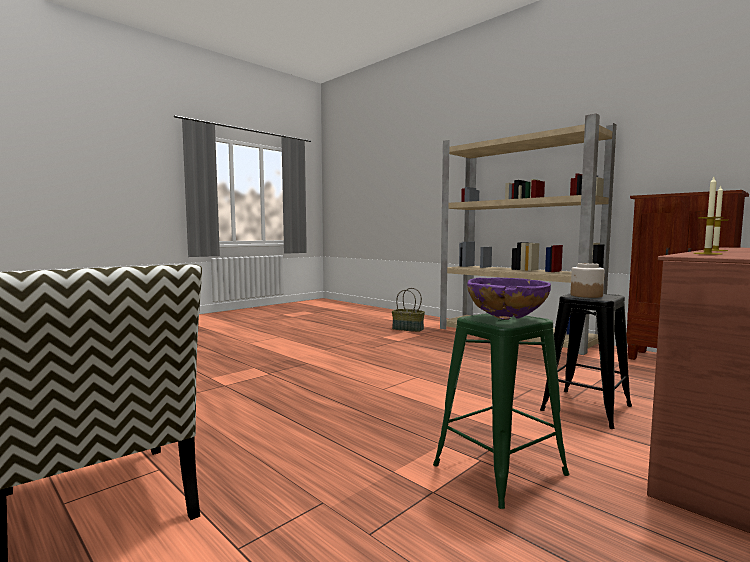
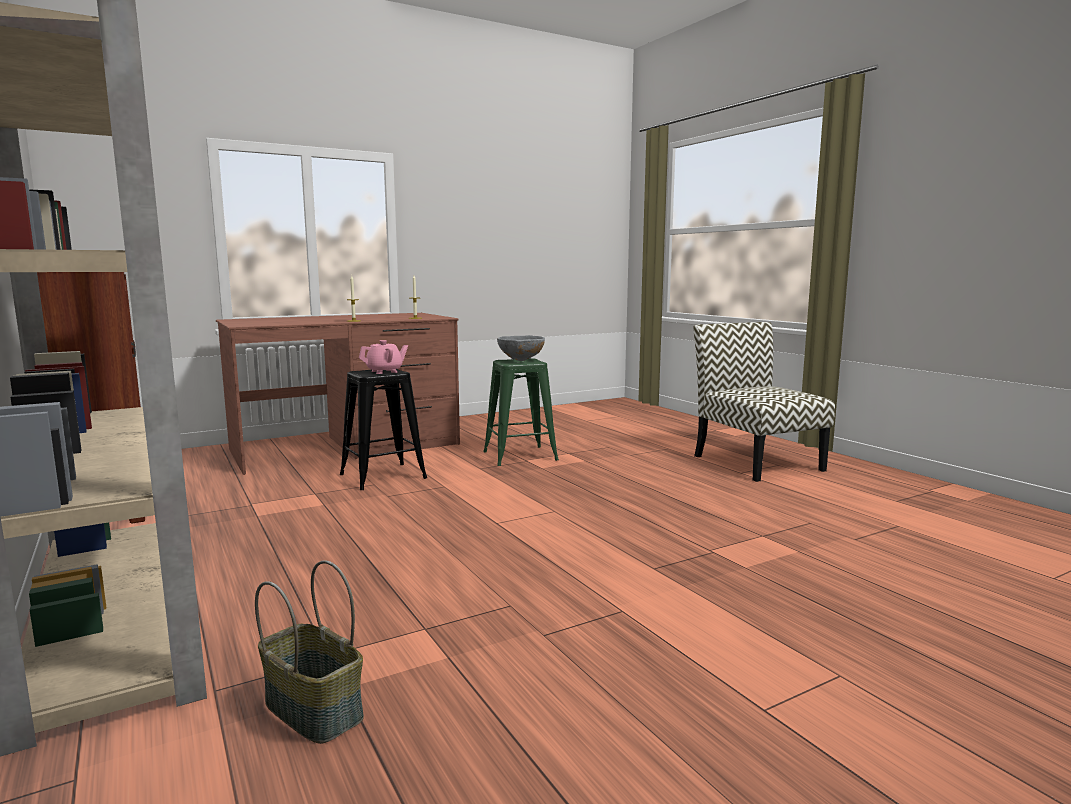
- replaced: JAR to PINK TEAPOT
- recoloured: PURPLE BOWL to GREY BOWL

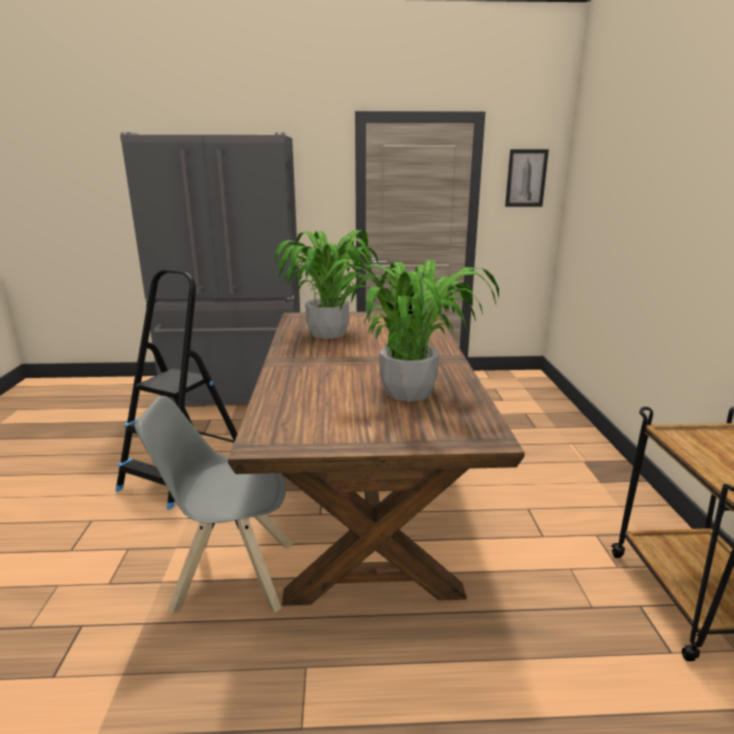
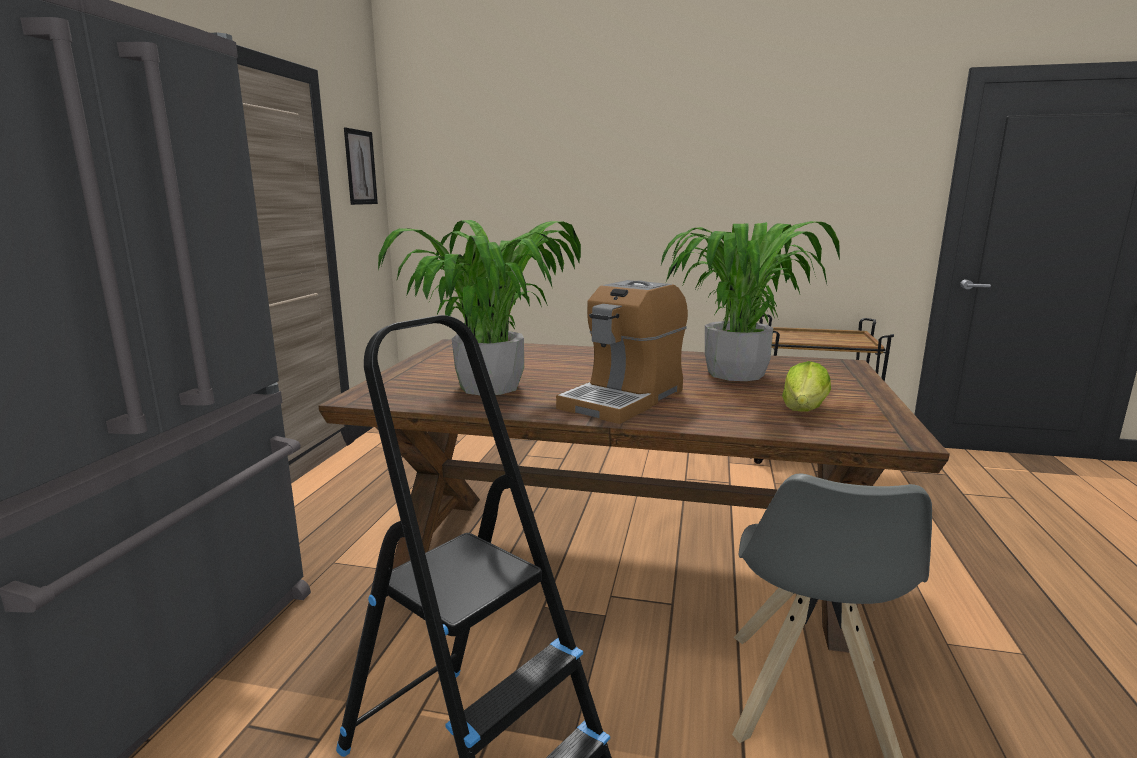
- added: COFFEE MACHINE
- added: LETTUCE

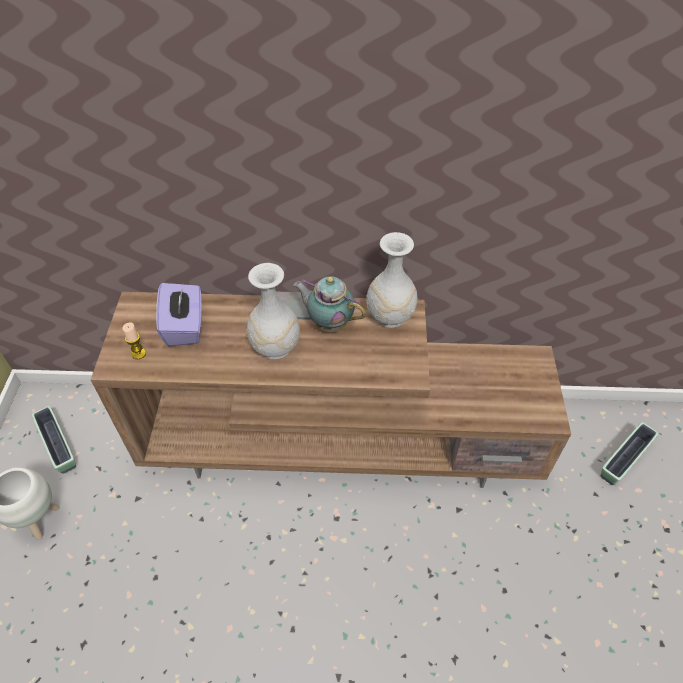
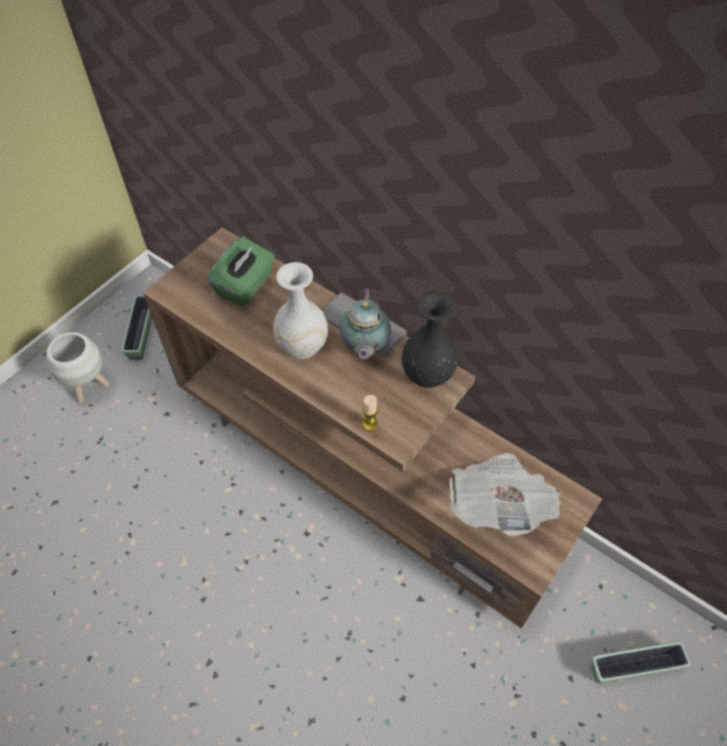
- recoloured: WHITE VASE (2nd from left) to BLACK VASE
- turned: TEAPOT 150 degrees counterclockwise
- recoloured: PURPLE TISSUE BOX to GREEN TISSUE BOX
- moved: CANDLE
- added: NEWSPAPER

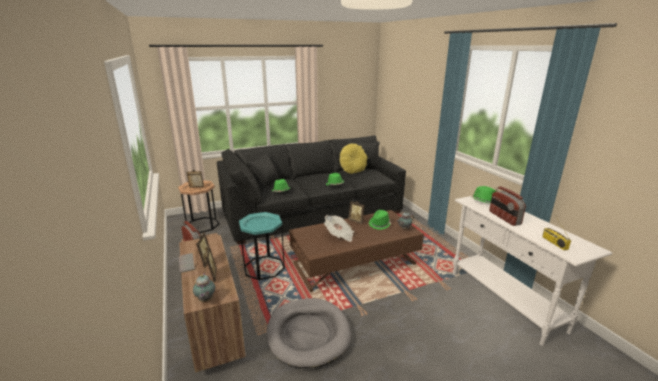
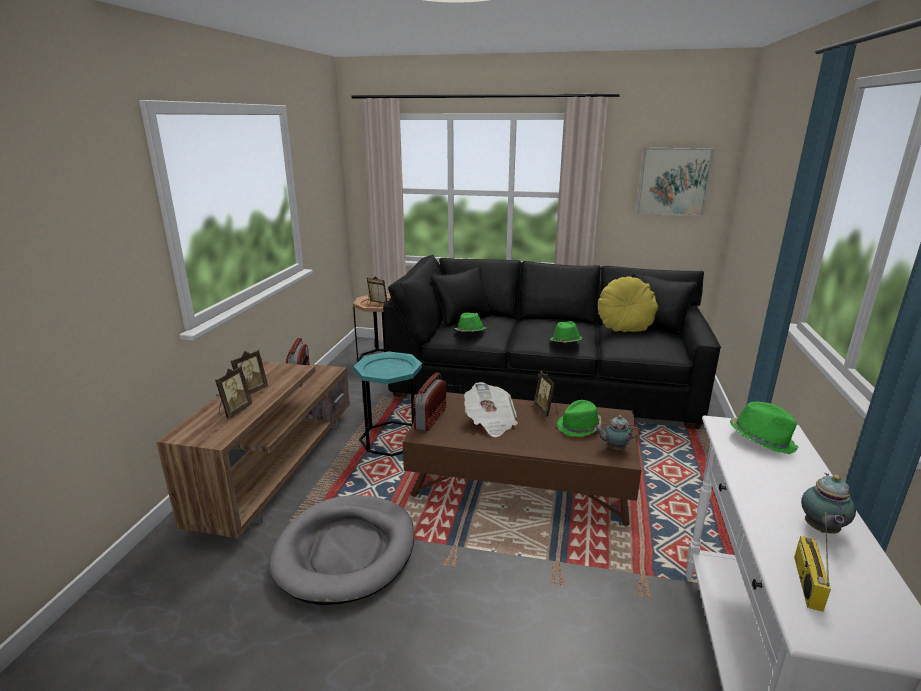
- moved: RADIO (2nd from left)
- moved: TEAPOT (1st from left in the first image) to TEAPOT (2nd from left)
- added: PICTURE

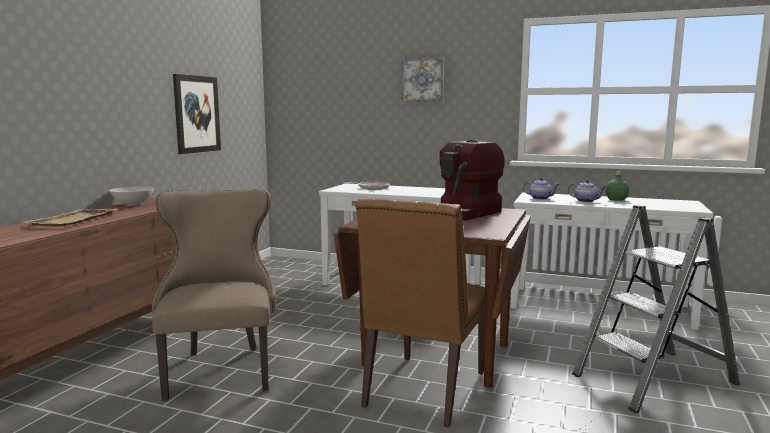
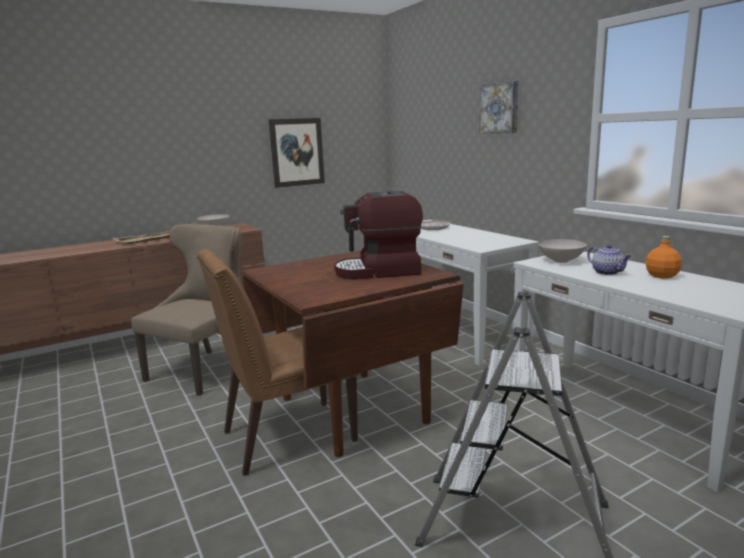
- recoloured: GREEN BOTTLE to ORANGE BOTTLE
- replaced: TEAPOT (1st from left) to WHITE BOWL (2nd from left)

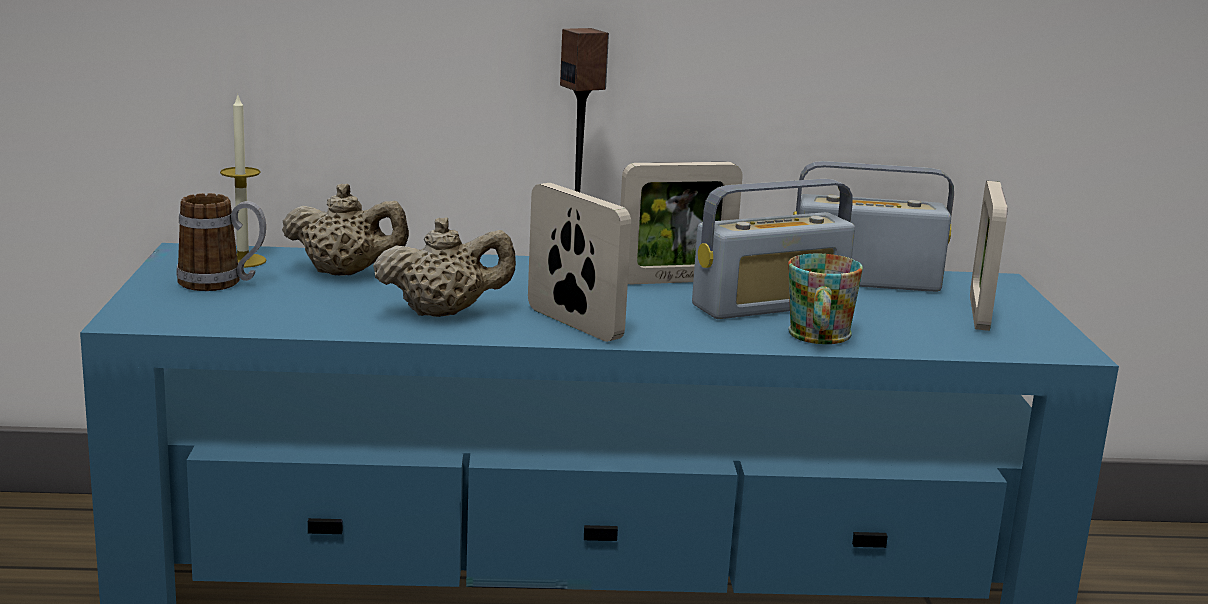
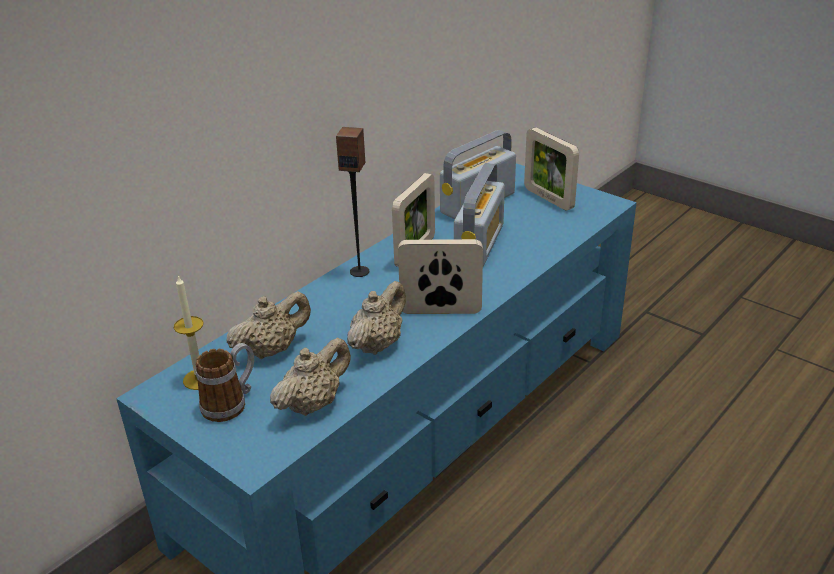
- removed: MUG (2nd from left)
- added: BEIGE TEAPOT (2nd from left)

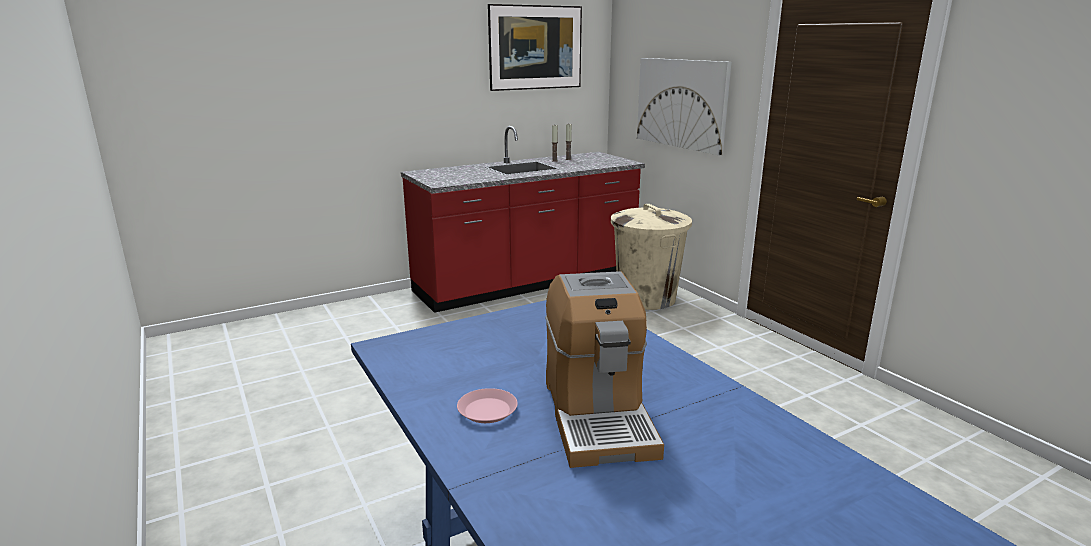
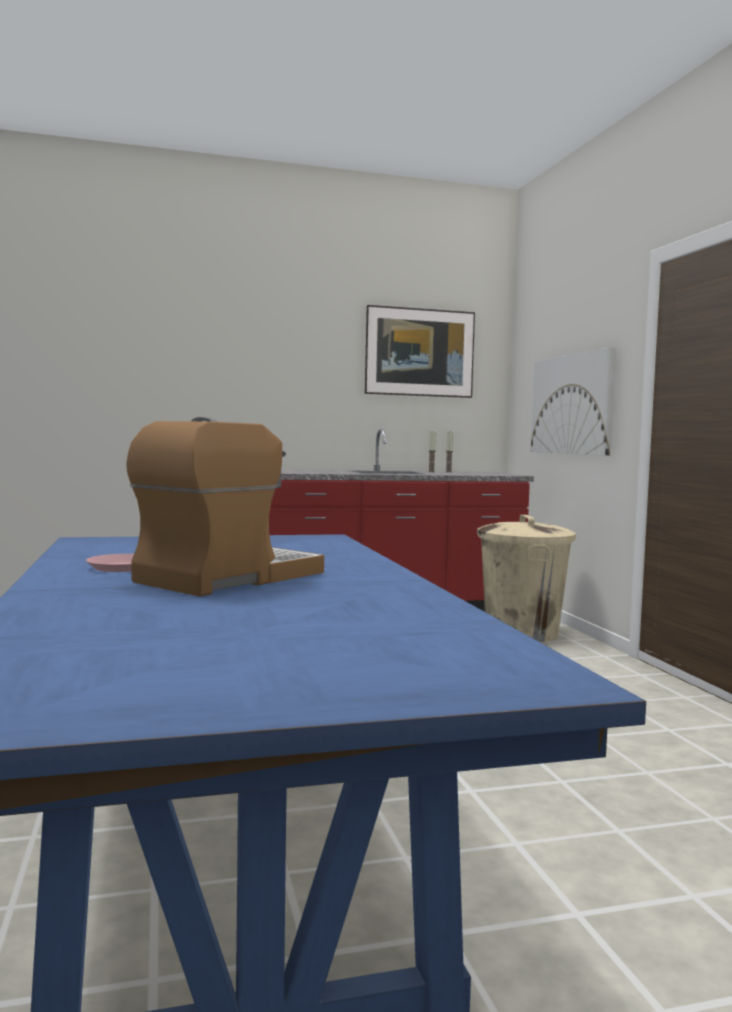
- turned: COFFEE MACHINE 150 degrees counterclockwise

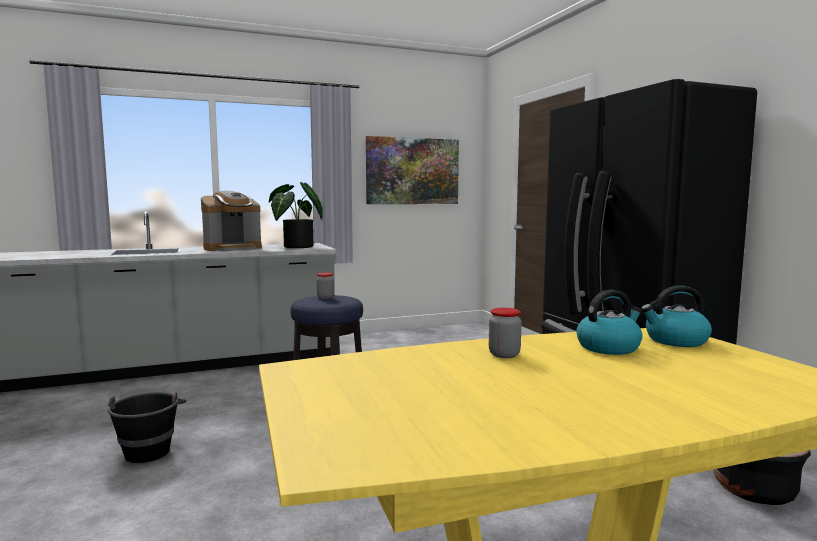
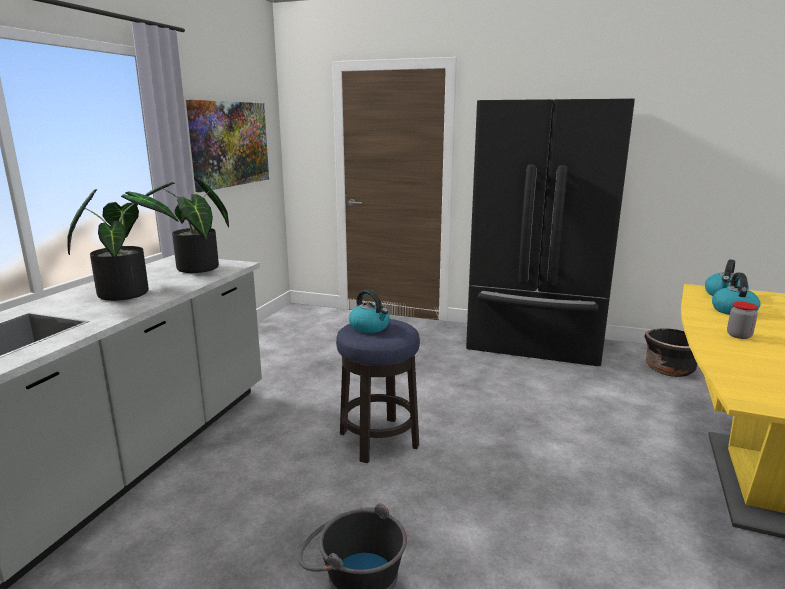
- replaced: COFFEE MACHINE to POTTED PLANT (1st from left)
- replaced: JAR (1st from left) to KETTLE (1st from left)

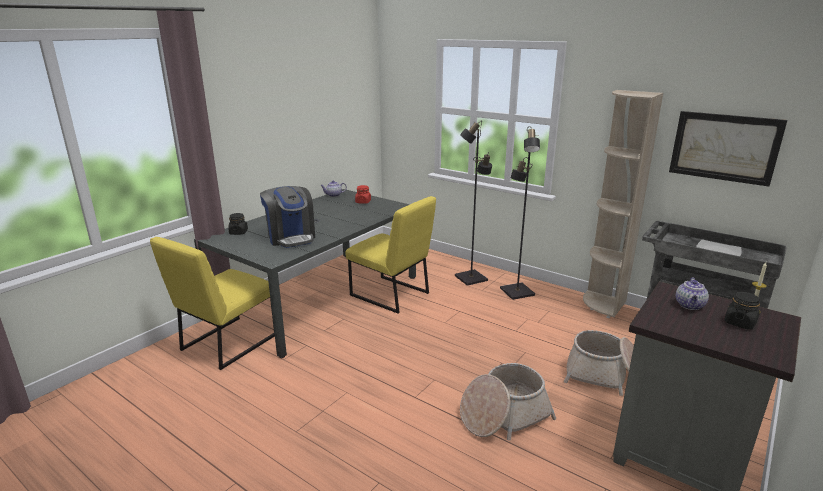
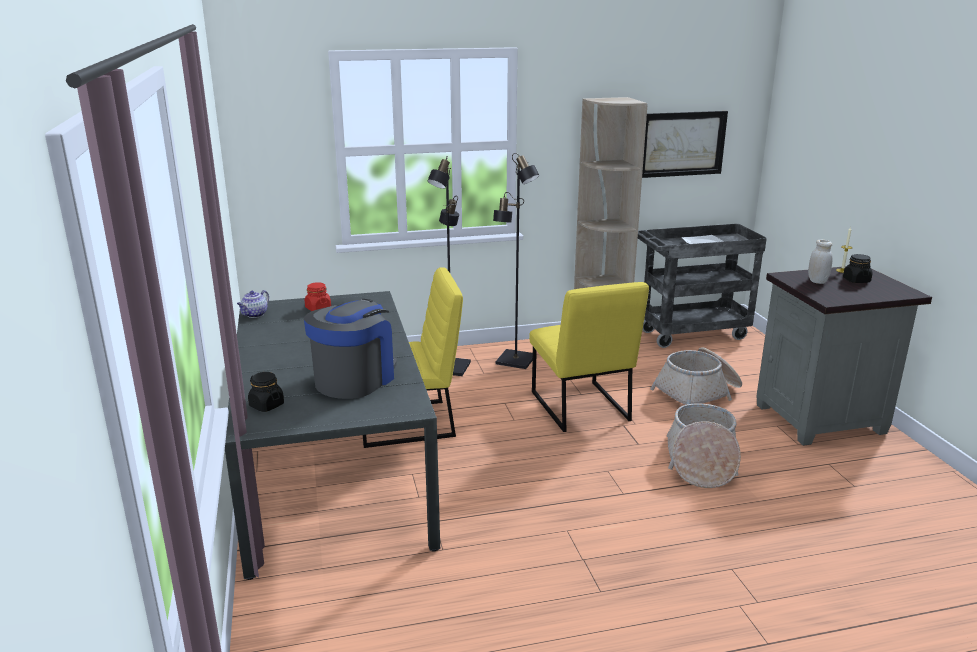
- turned: COFFEE MACHINE 75 degrees counterclockwise
- moved: YELLOW CHAIR (1st from left in the first image) to YELLOW CHAIR (2nd from left)
- replaced: TEAPOT (2nd from left) to WHITE JAR

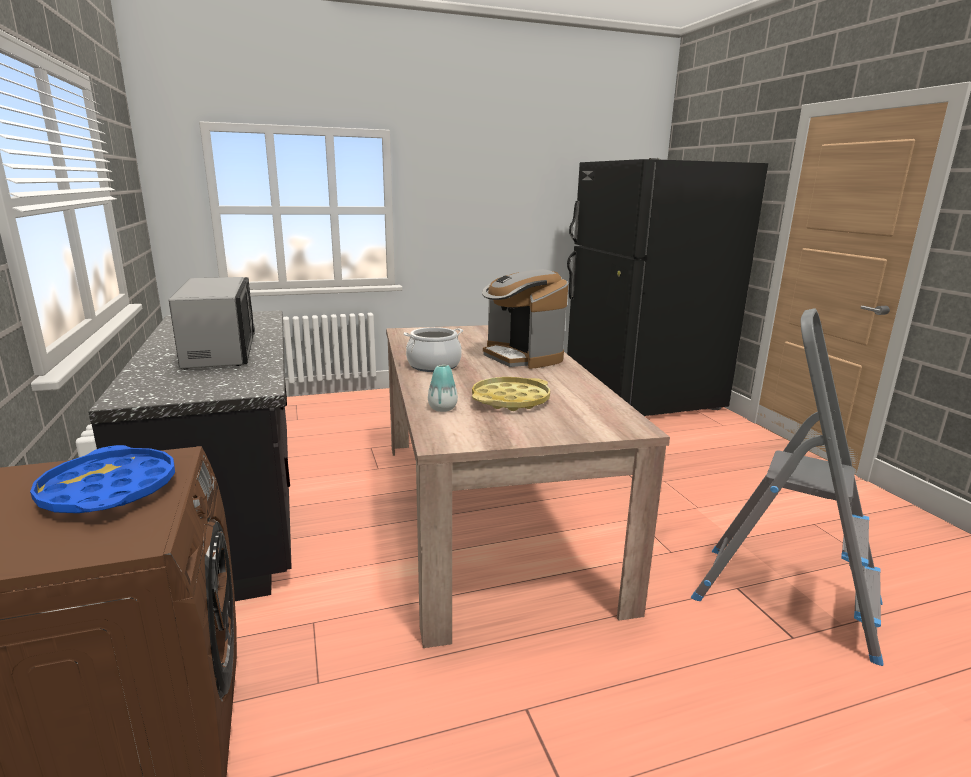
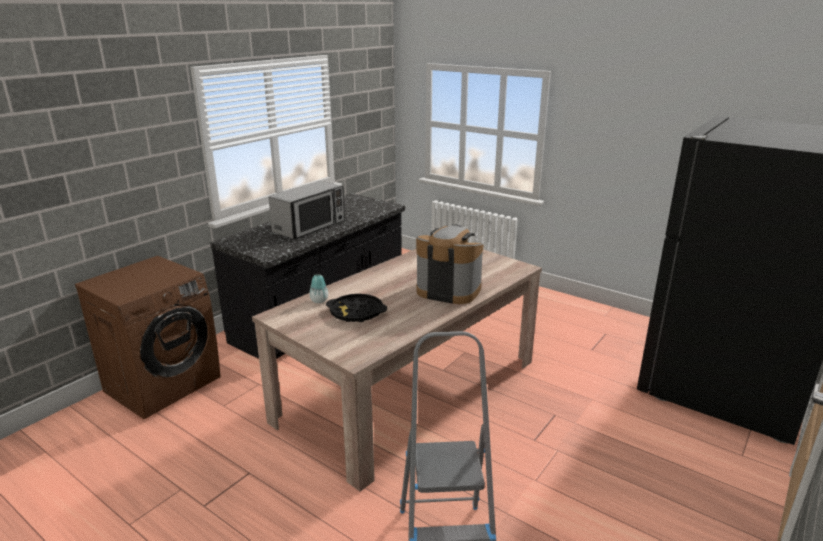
- turned: COFFEE MACHINE 90 degrees clockwise
- removed: COOKING POT
- recoloured: YELLOW TRAY to BLACK TRAY
- removed: BLUE TRAY

